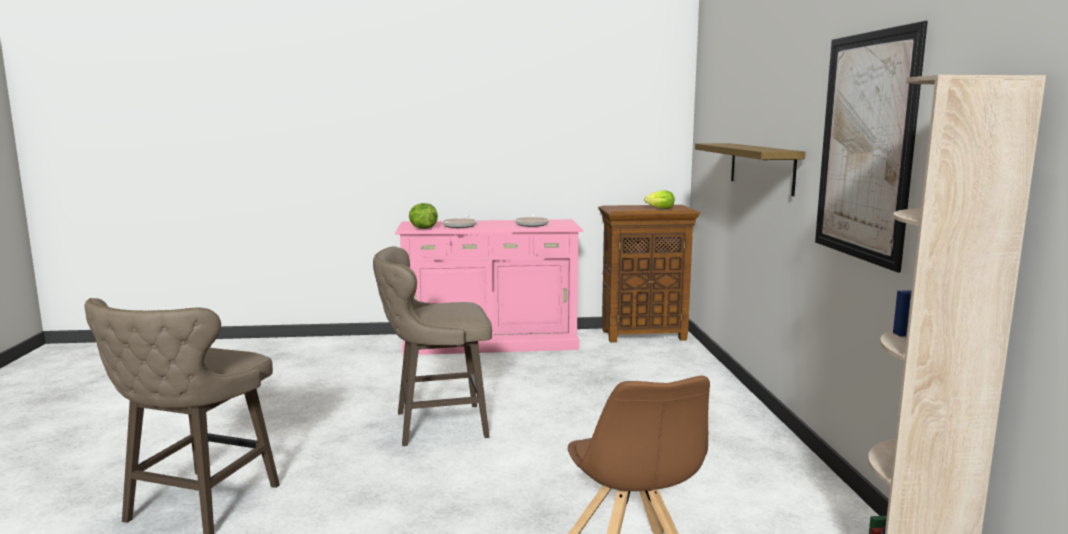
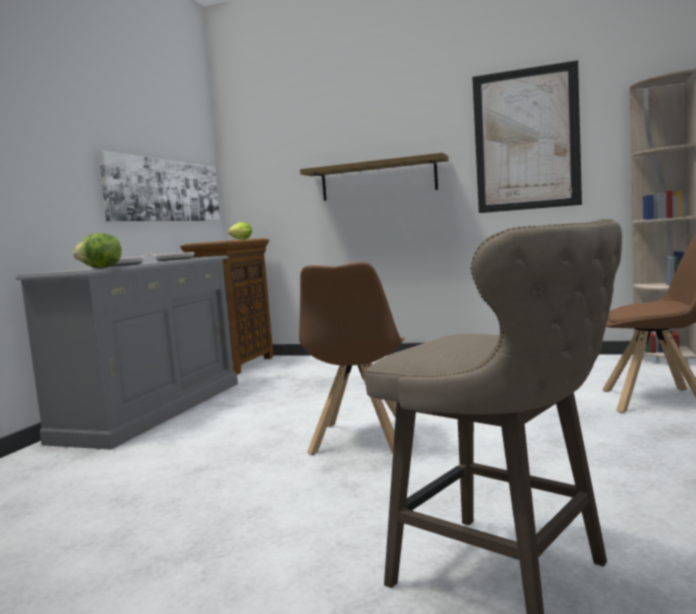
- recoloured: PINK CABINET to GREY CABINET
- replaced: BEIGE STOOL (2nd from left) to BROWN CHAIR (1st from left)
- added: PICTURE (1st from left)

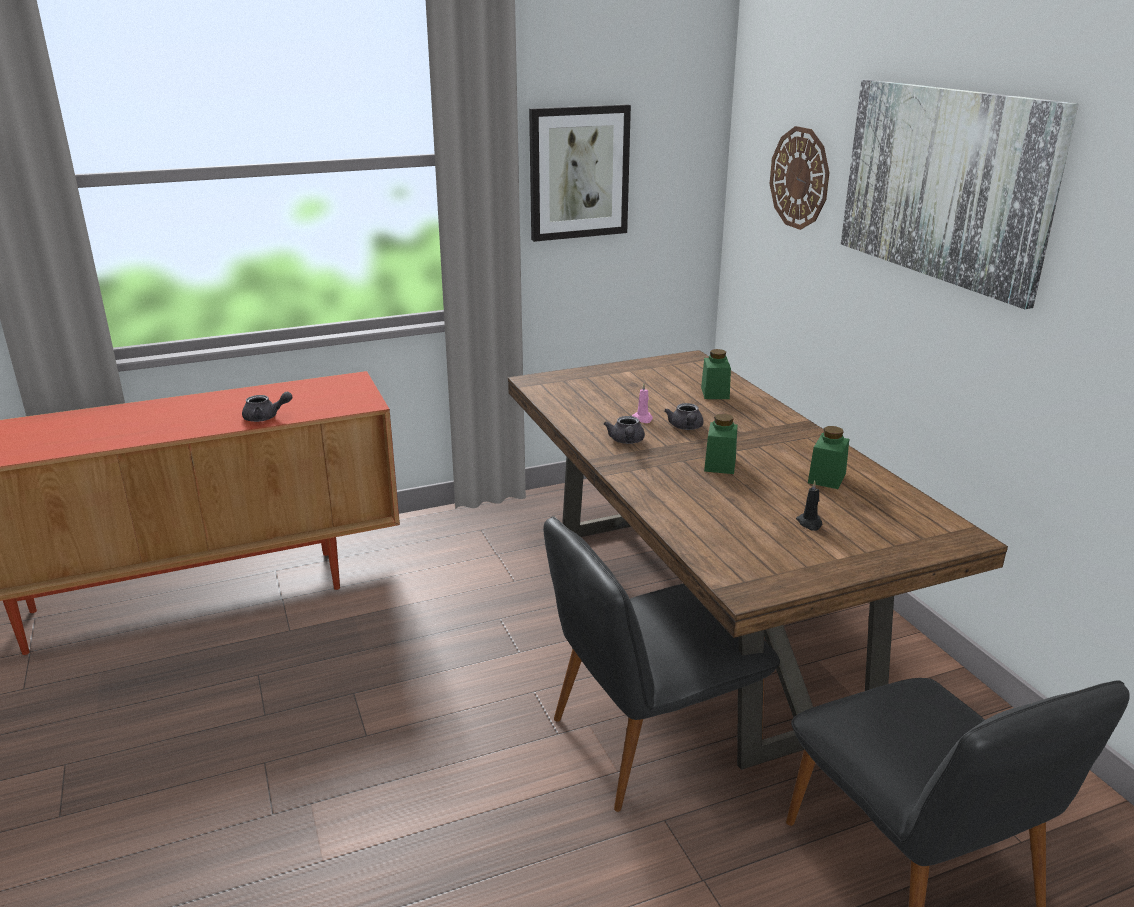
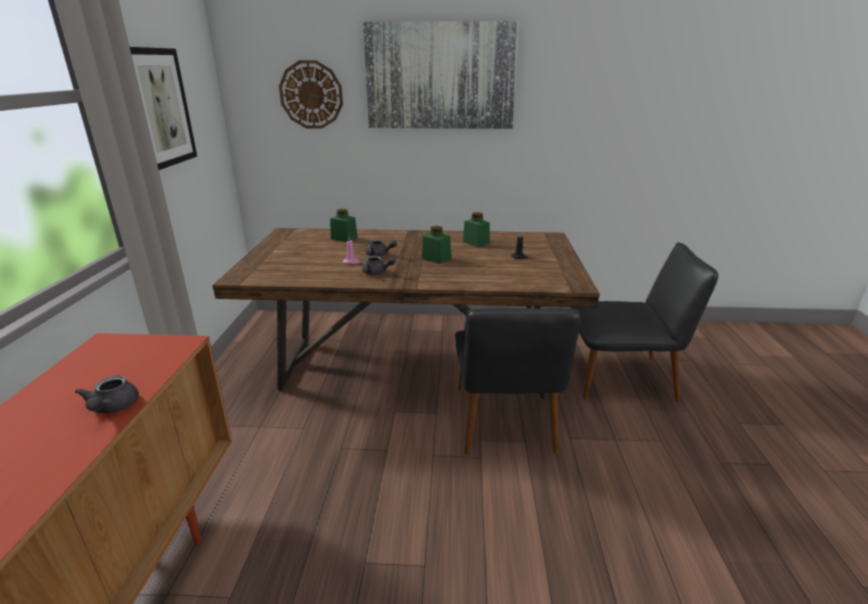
- turned: GREY TEAPOT (1st from left) 150 degrees clockwise

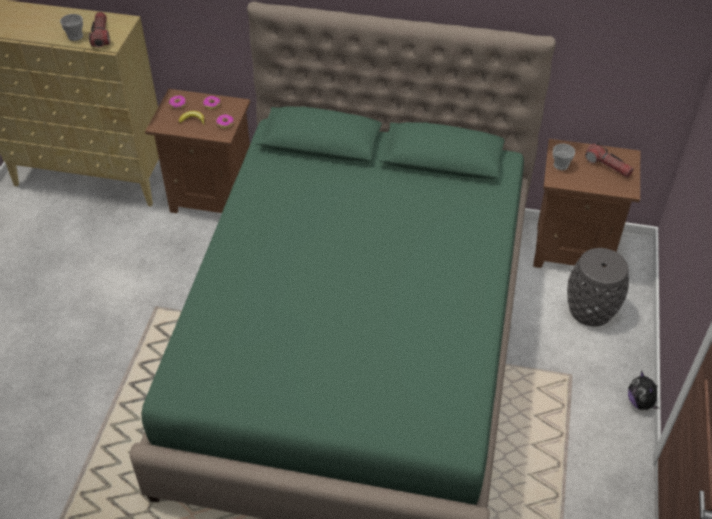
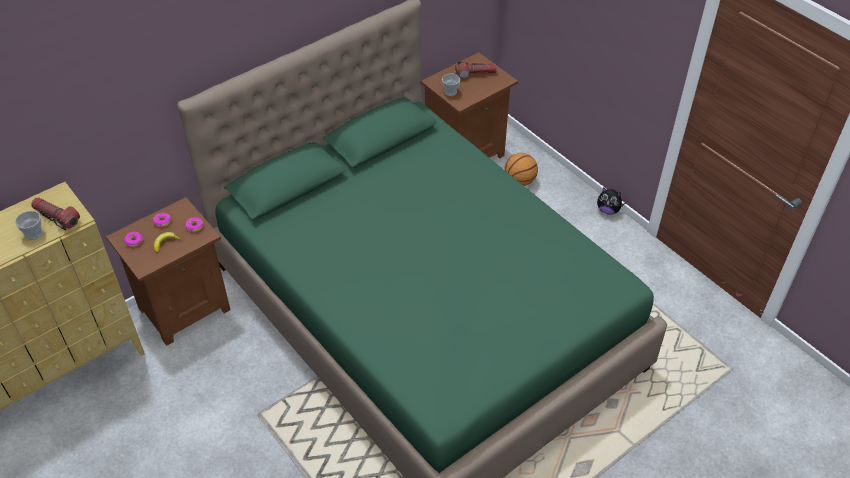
- replaced: GREY STOOL to BASKETBALL

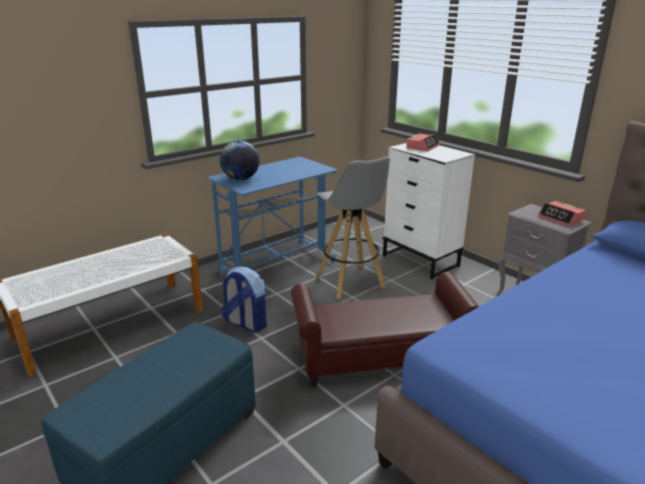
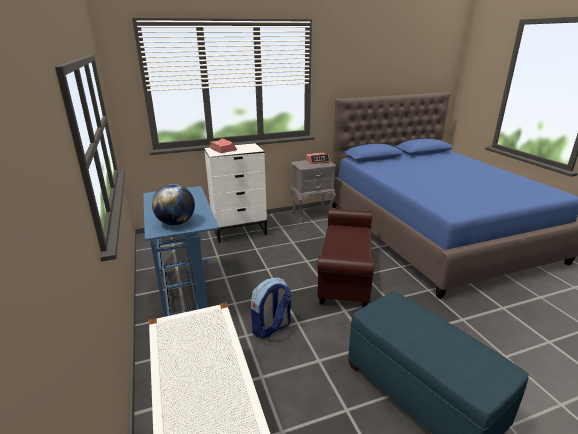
- removed: GREY STOOL

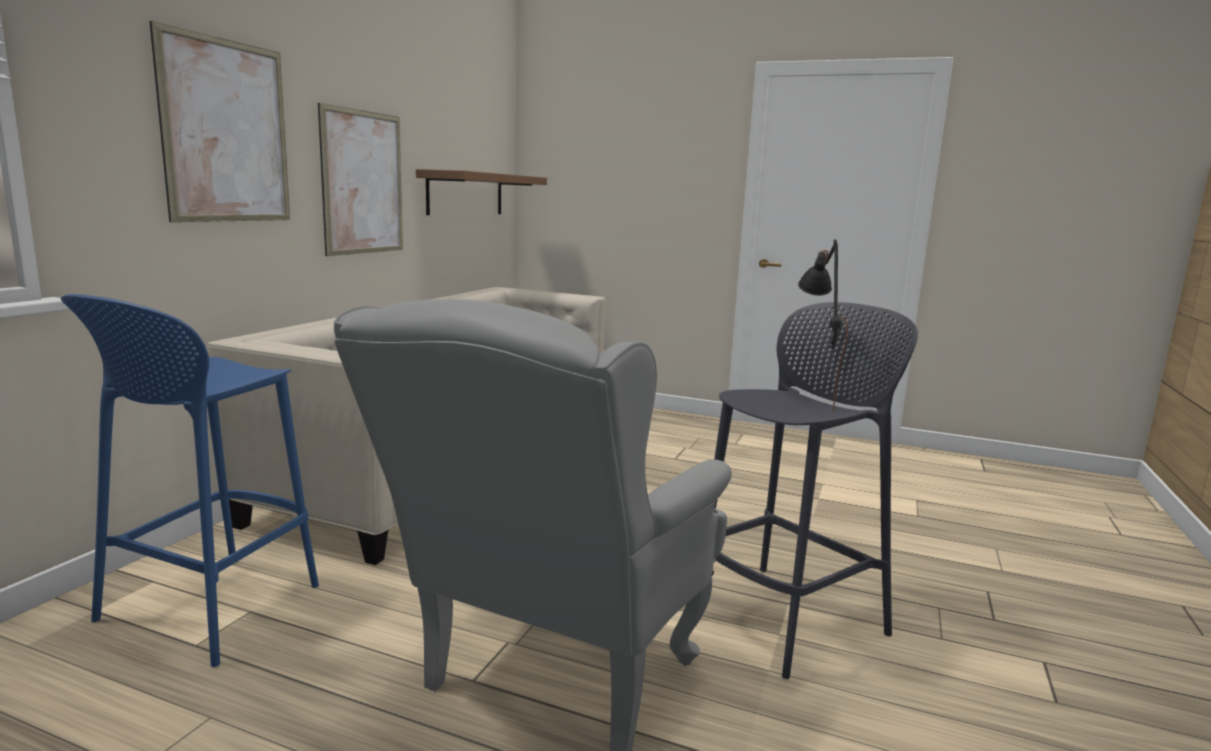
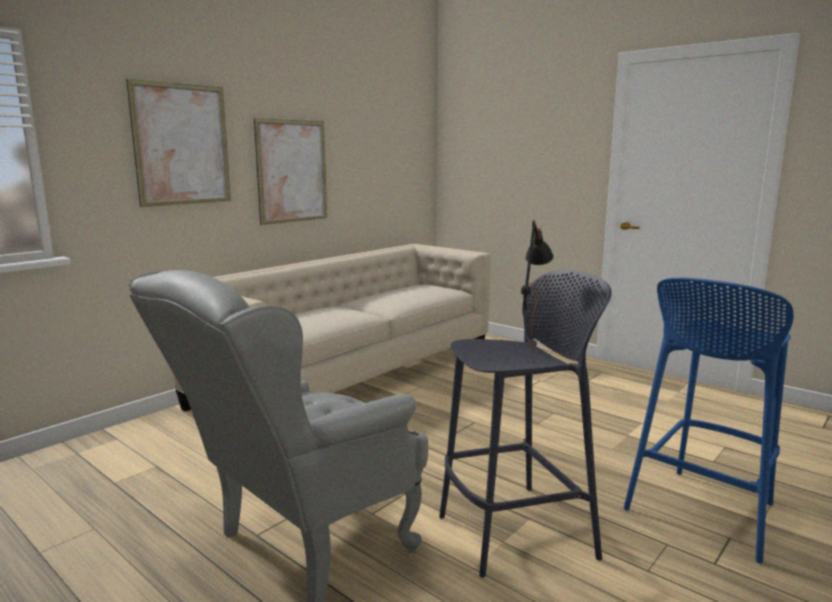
- removed: BROWN SHELF
- moved: BLUE STOOL

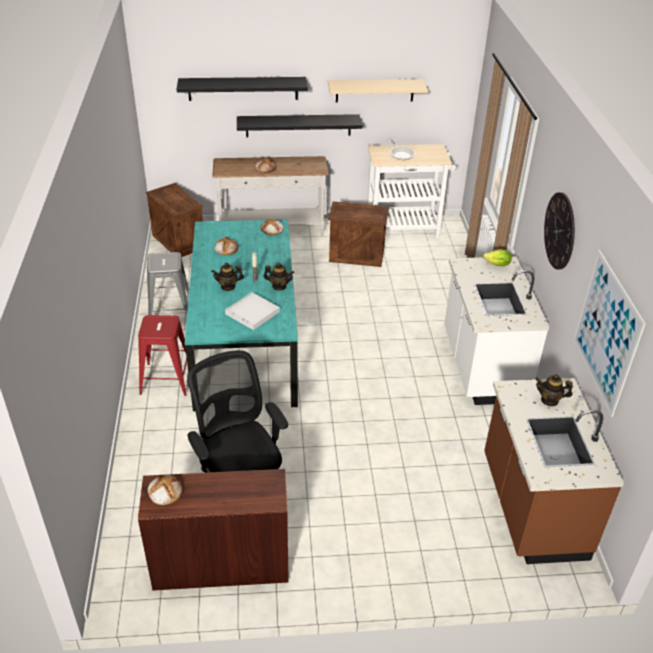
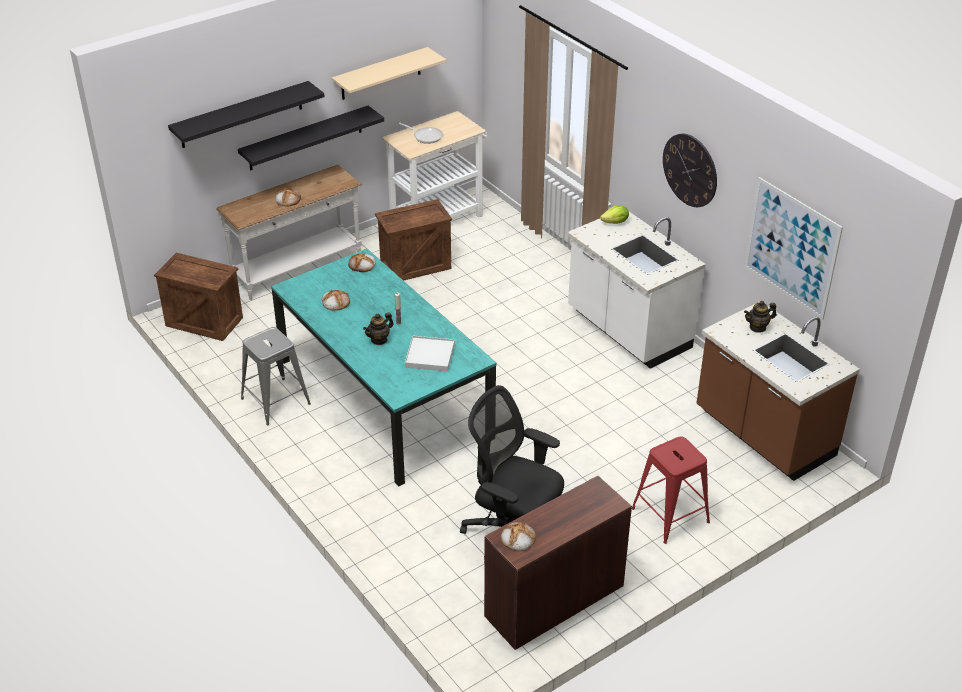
- removed: TEAPOT (2nd from left)
- moved: RED STOOL

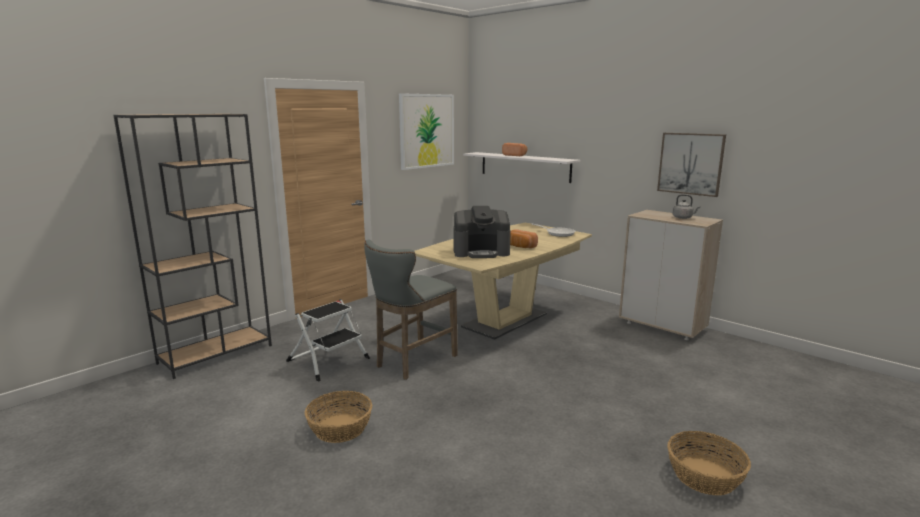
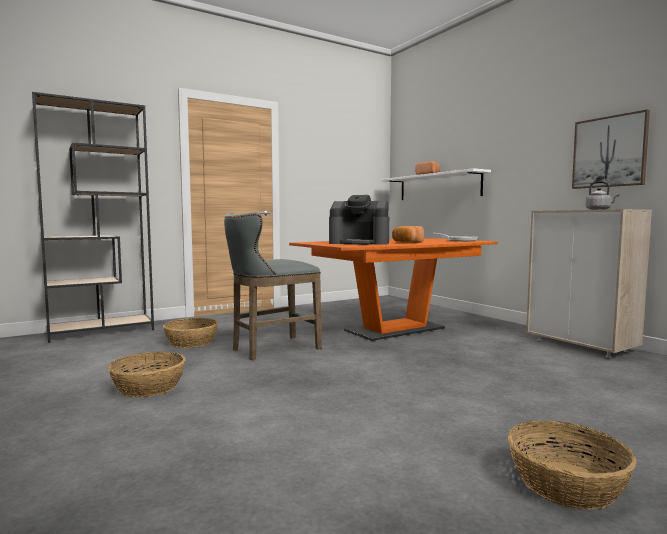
- removed: PICTURE (1st from left)
- recoloured: BEIGE DINING TABLE to ORANGE DINING TABLE
- replaced: STEP LADDER to BASKET (2nd from left)

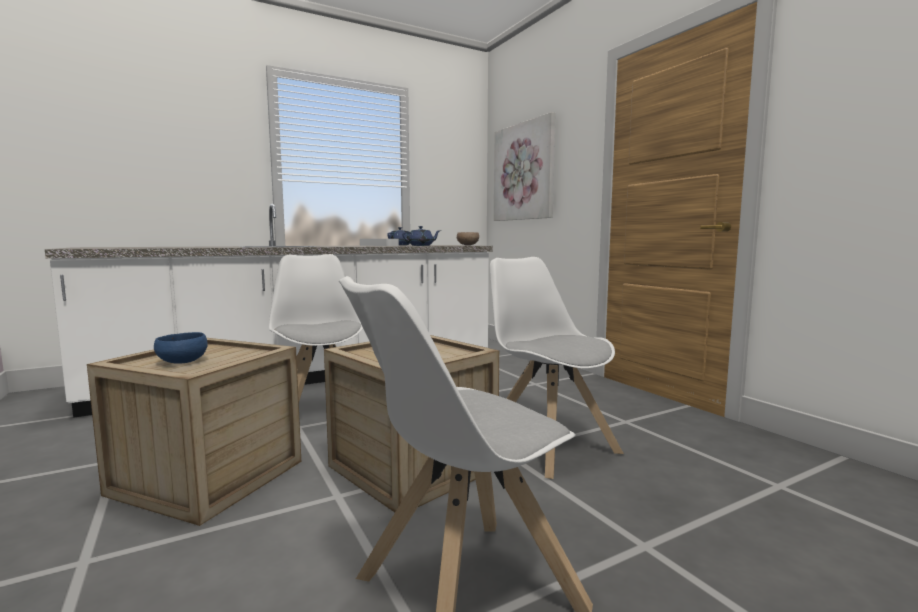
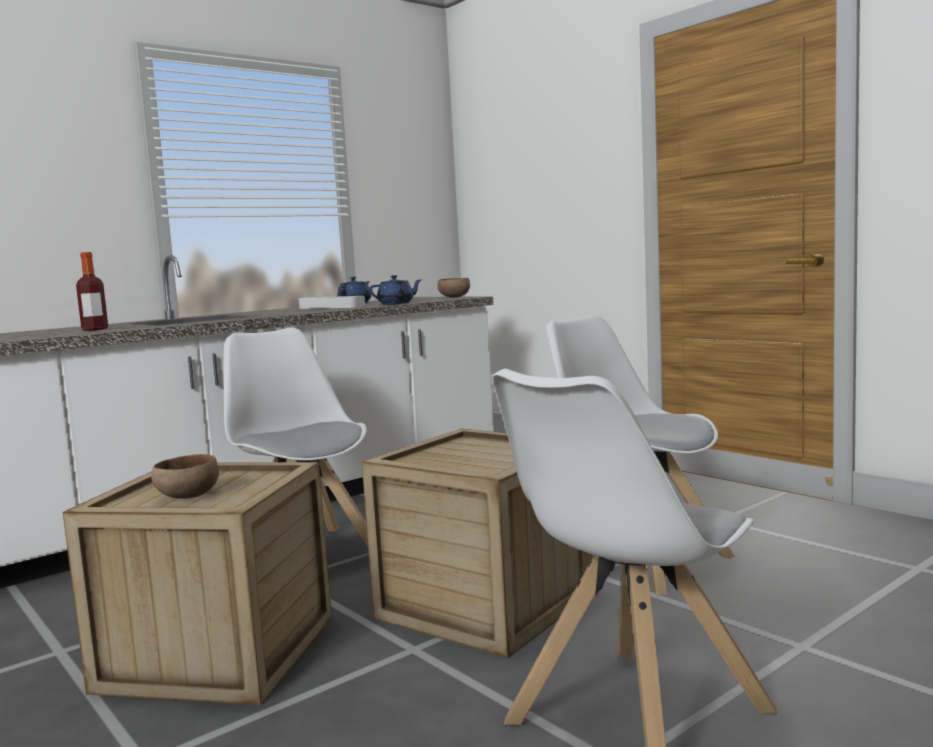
- removed: PICTURE
- recoloured: BLUE BOWL to BROWN BOWL (1st from left)
- added: BOTTLE

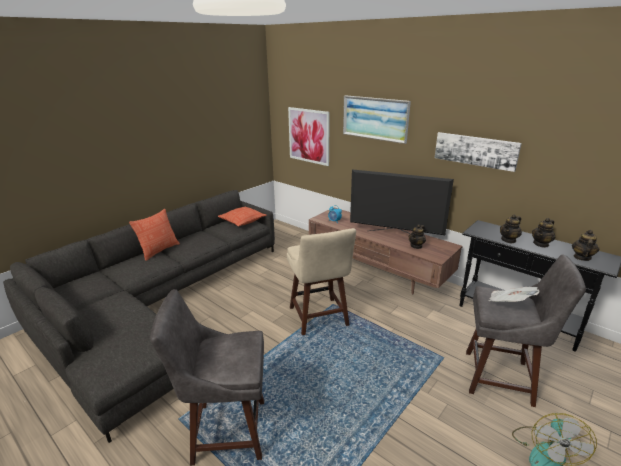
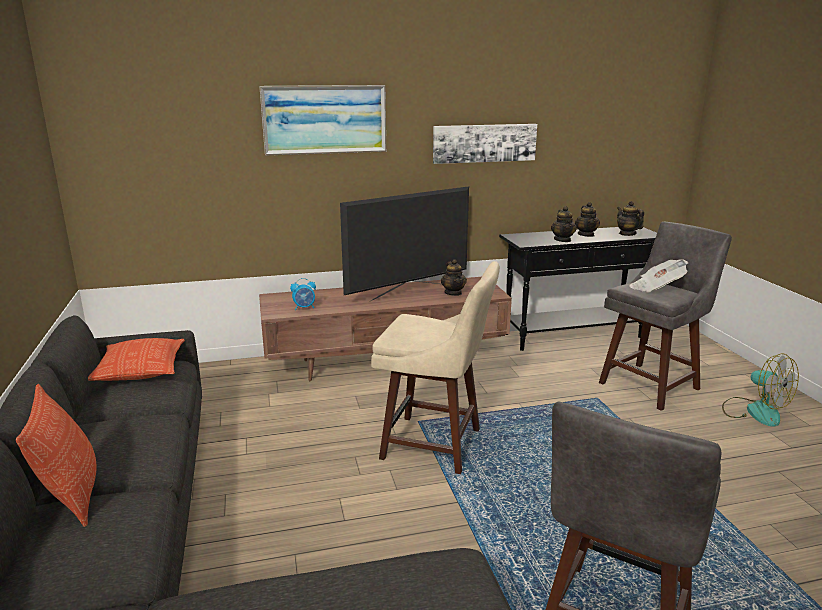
- removed: PICTURE (1st from left)

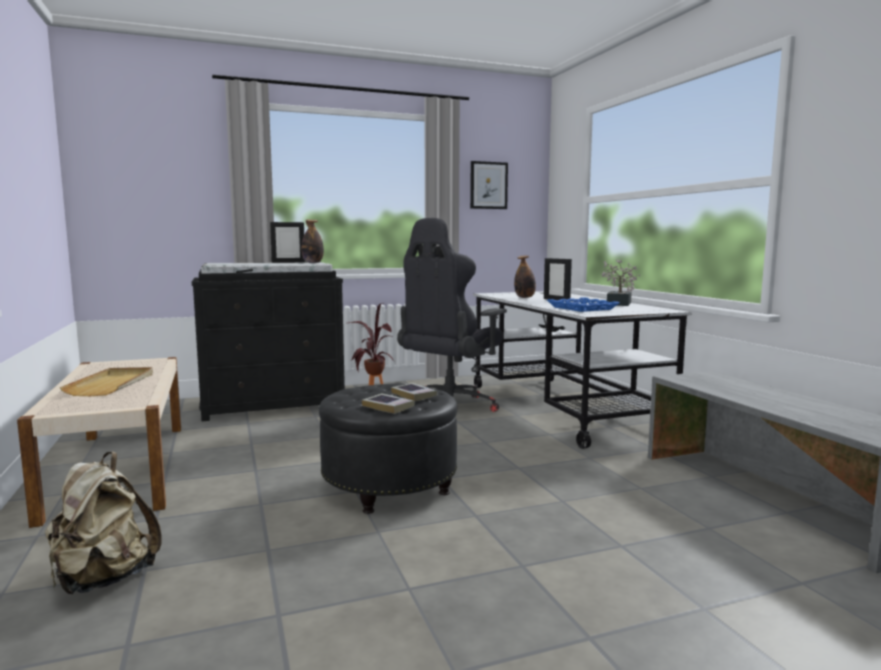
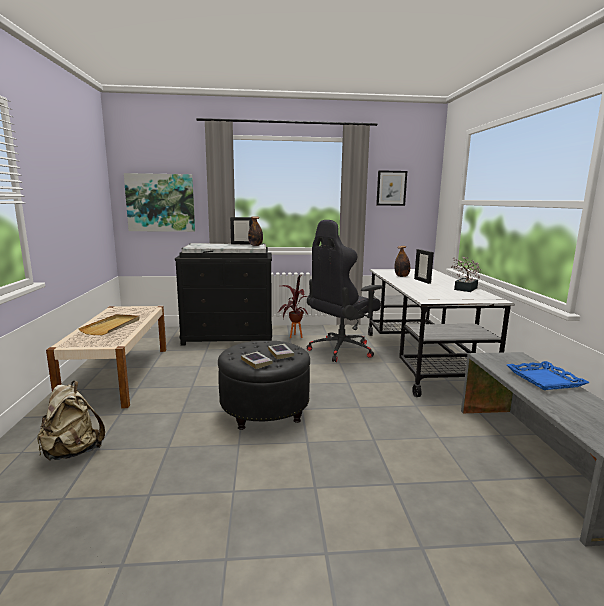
- moved: BLUE TRAY
- added: PICTURE (1st from left)

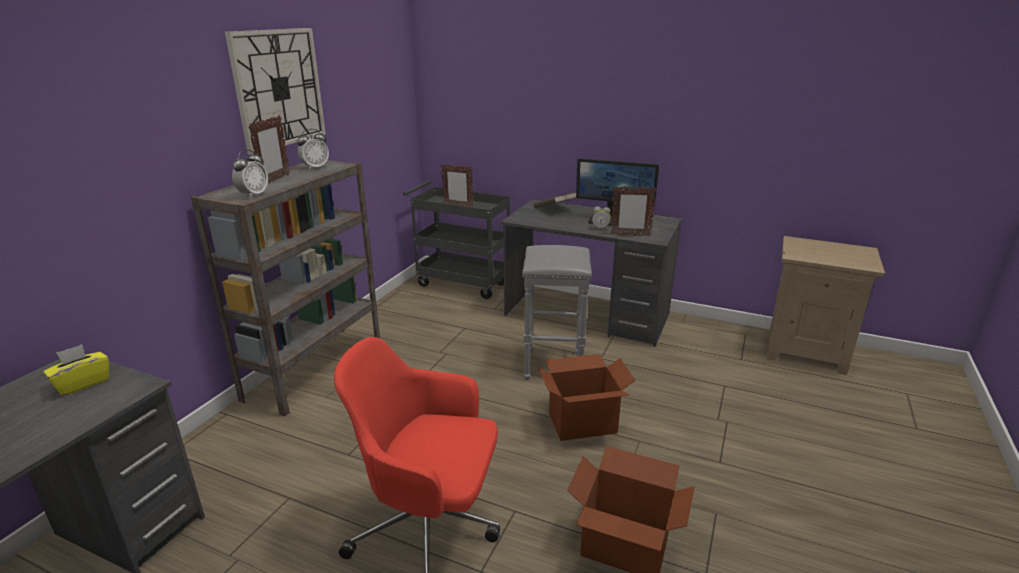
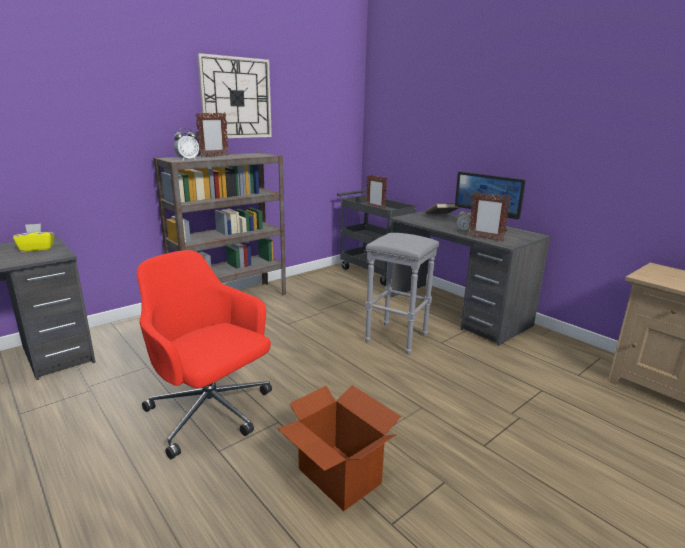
- removed: ALARM CLOCK (2nd from left)
- removed: CARDBOARD BOX (1st from left)

